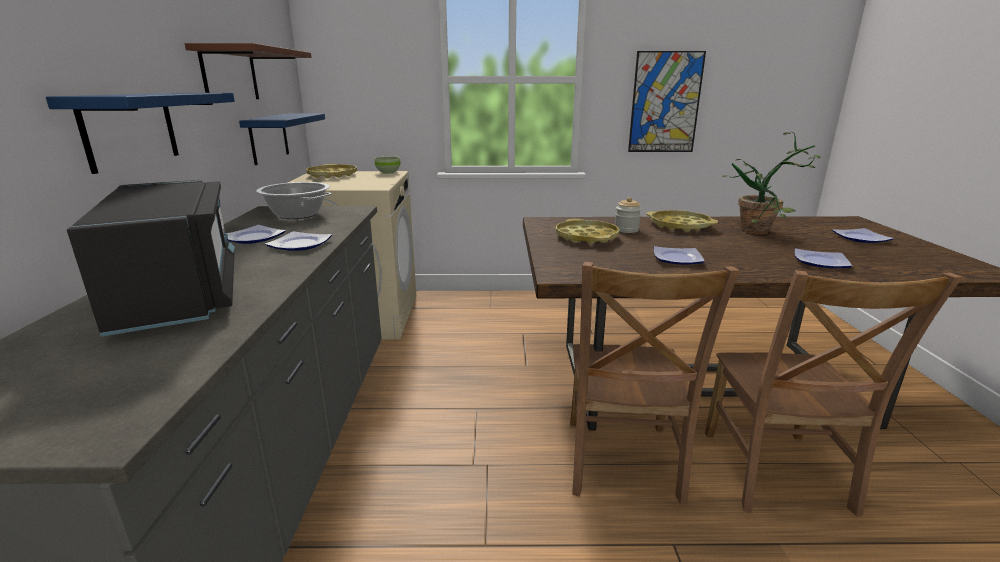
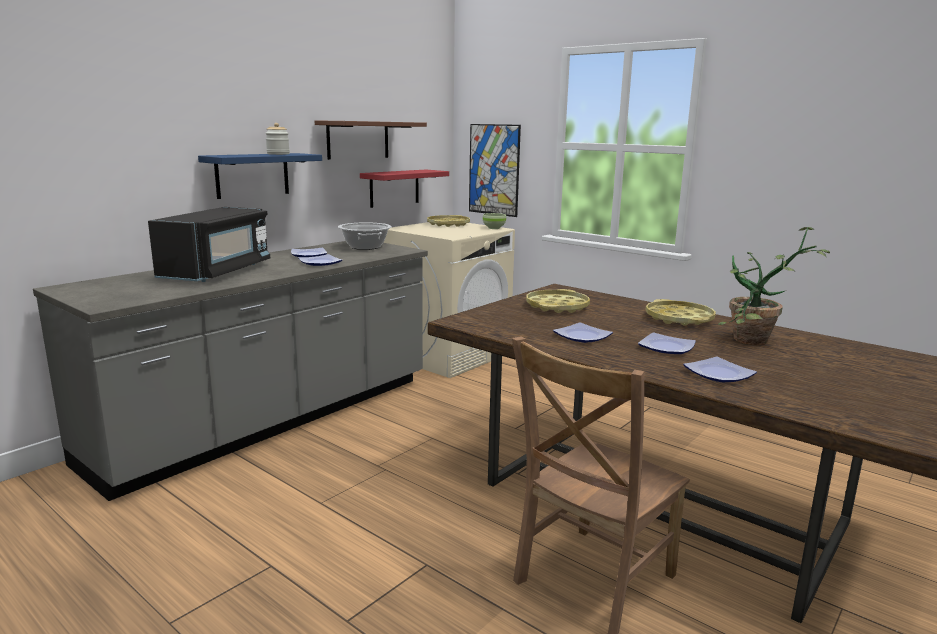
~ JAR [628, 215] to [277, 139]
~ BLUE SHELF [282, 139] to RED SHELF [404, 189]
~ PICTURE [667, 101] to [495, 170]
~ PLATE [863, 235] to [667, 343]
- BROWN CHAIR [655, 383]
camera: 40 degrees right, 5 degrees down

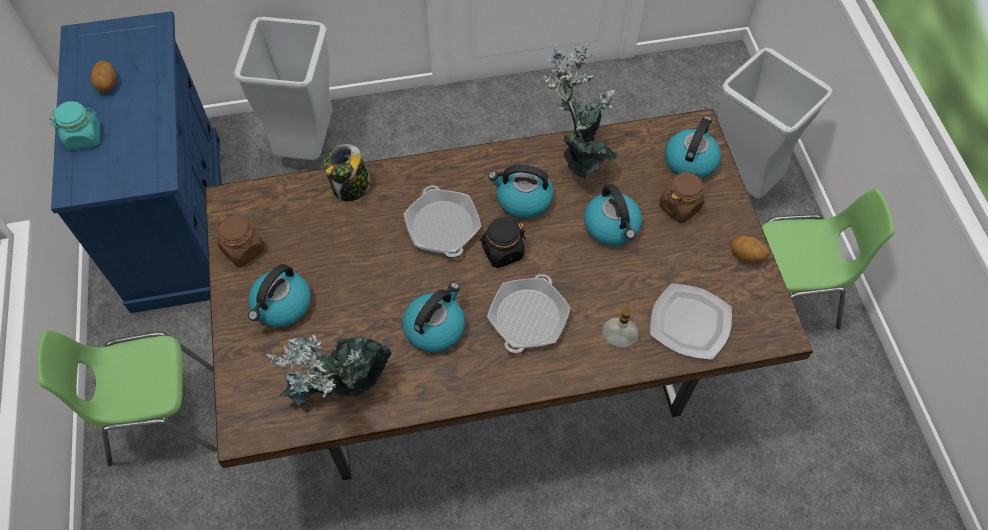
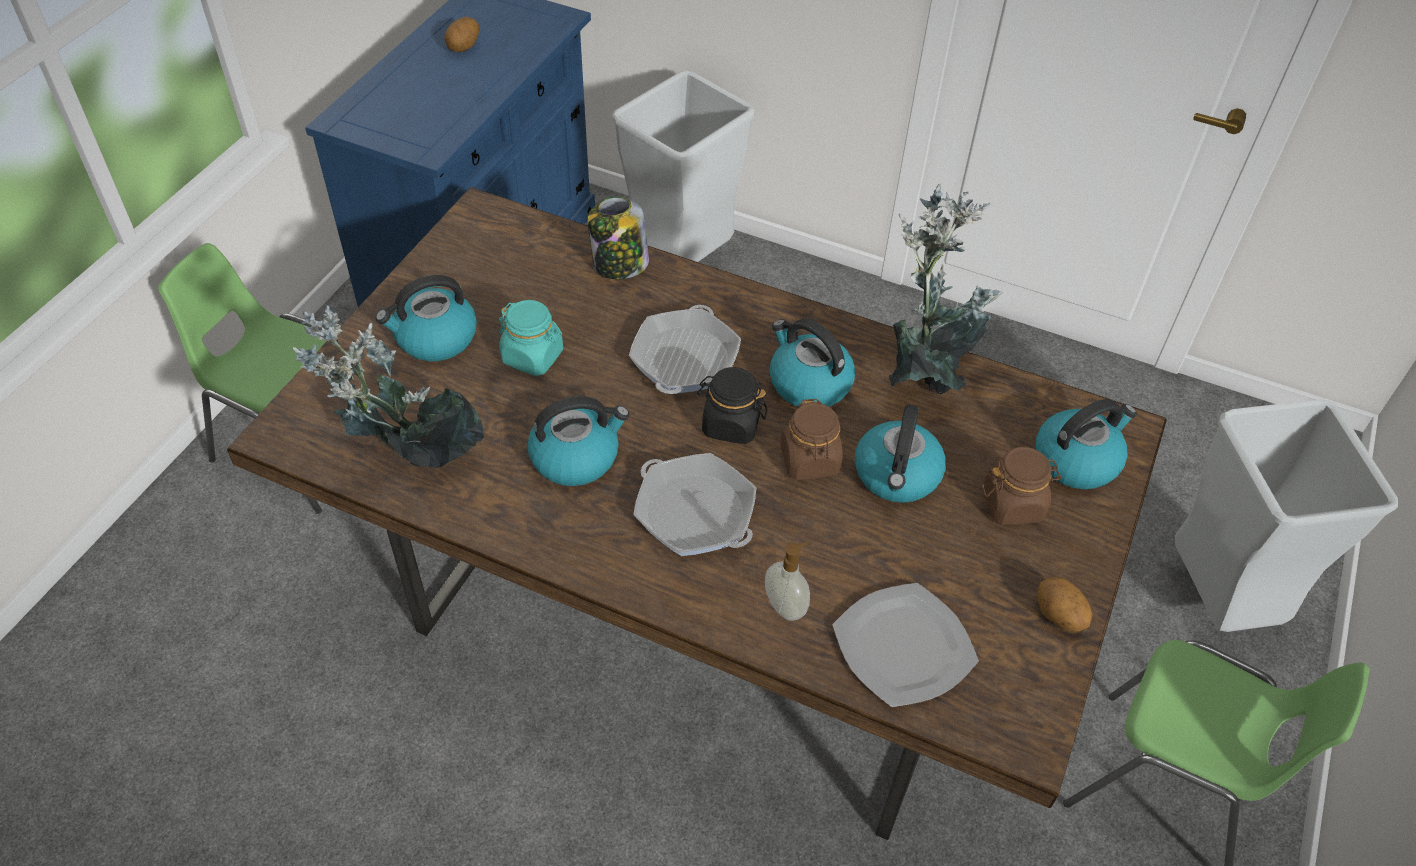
~ TURQUOISE JAR [74, 125] to [531, 338]
~ FRYING PAN [529, 313] = [694, 504] 105 degrees counterclockwise
~ BROWN JAR [241, 240] to [811, 439]
camera: 35 degrees right, 10 degrees down

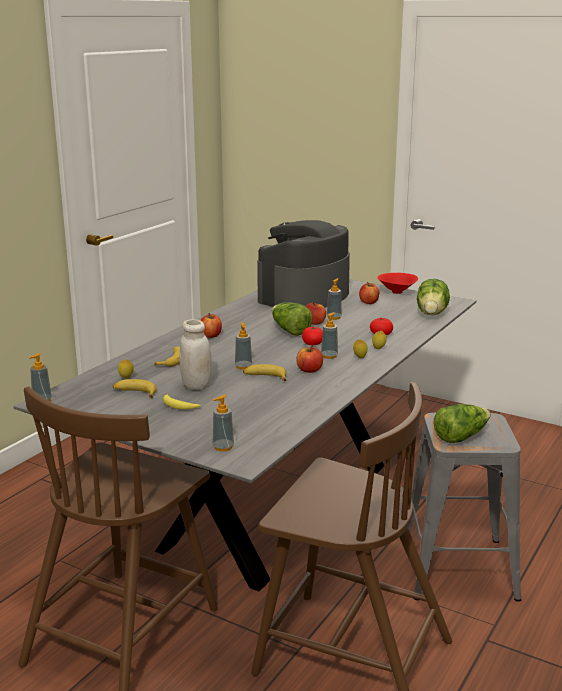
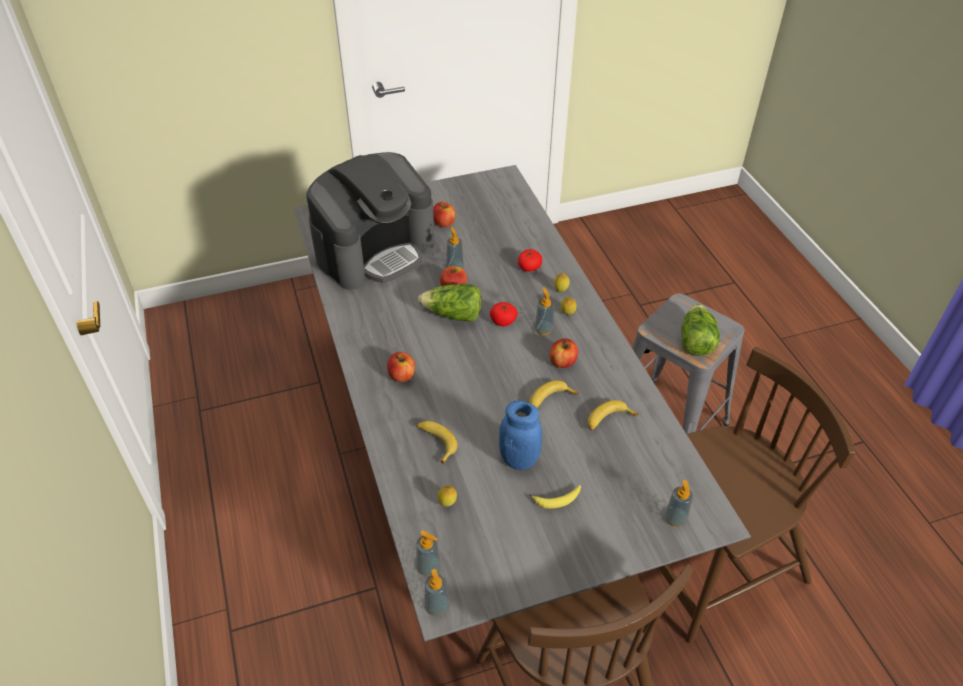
~ COFFEE MACHINE [303, 264] = [370, 221] 120 degrees counterclockwise
~ SOAP DISPENSER [243, 346] to [428, 553]
~ WHITE JAR [195, 354] to BLUE JAR [520, 435]
~ BANANA [135, 388] to [613, 415]
- RED BOWL [397, 283]
- LETTUCE [433, 297]
camera: 50 degrees left, 25 degrees up

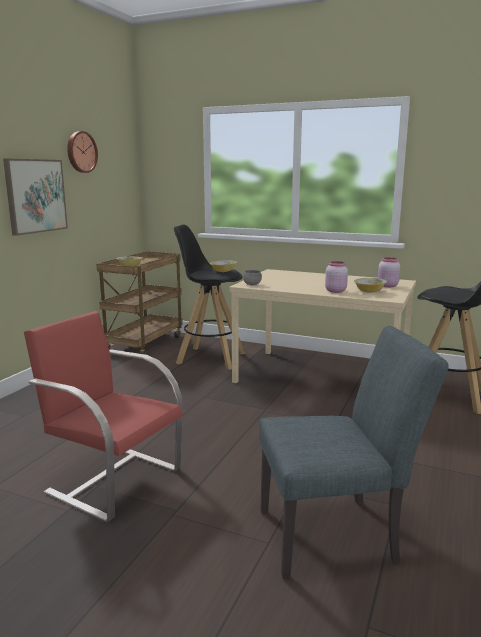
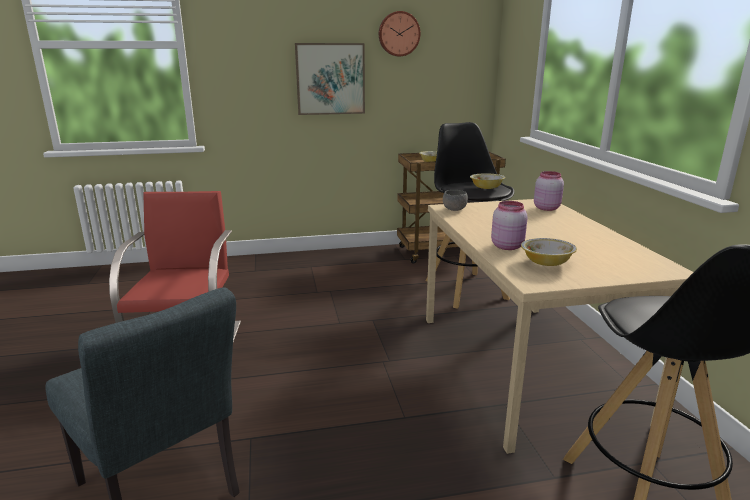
~ PINK JAR [389, 272] to [549, 191]
camera: 55 degrees right, 5 degrees up

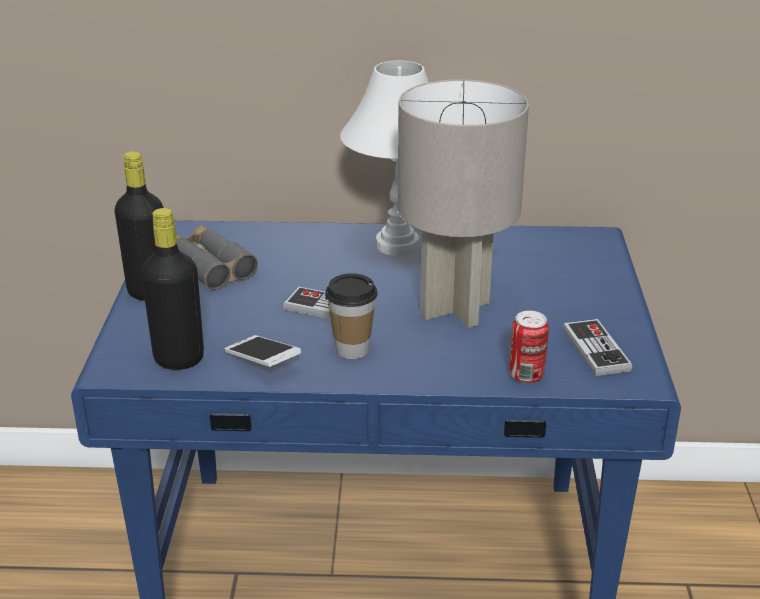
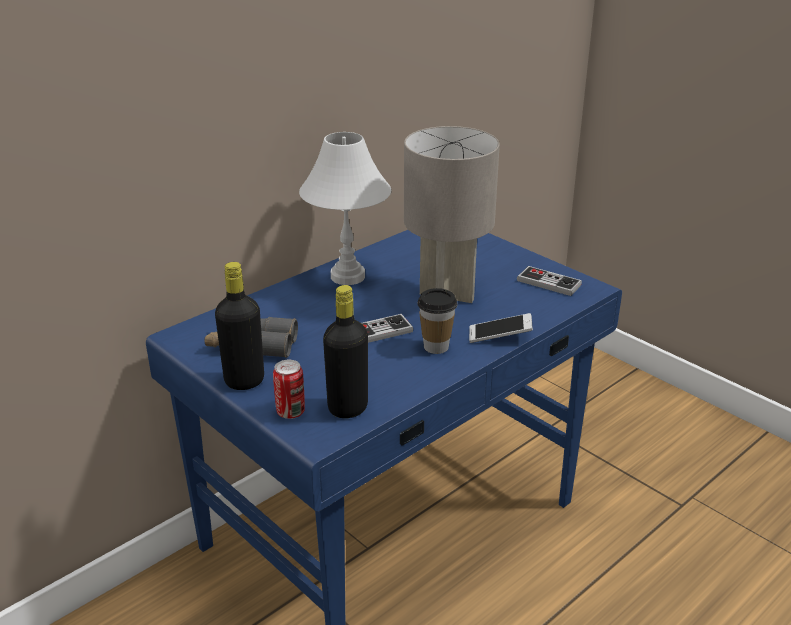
~ CAN [529, 347] to [289, 389]
~ PHONE [262, 351] to [501, 328]
camera: 45 degrees left, 0 degrees up

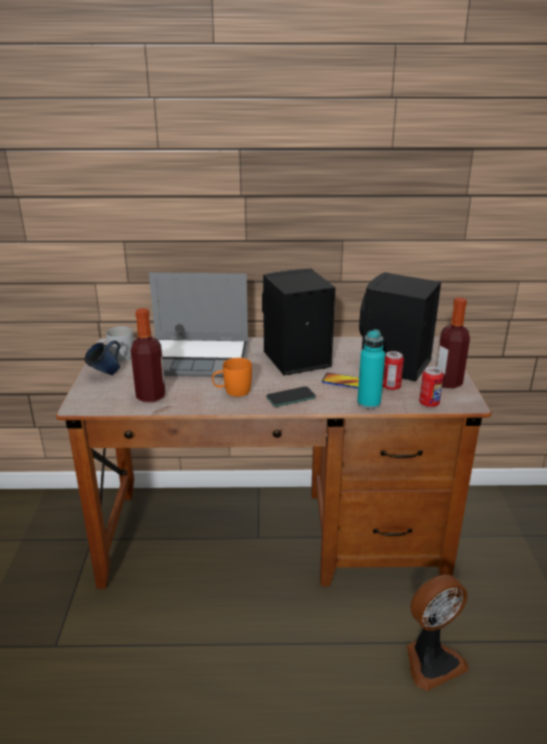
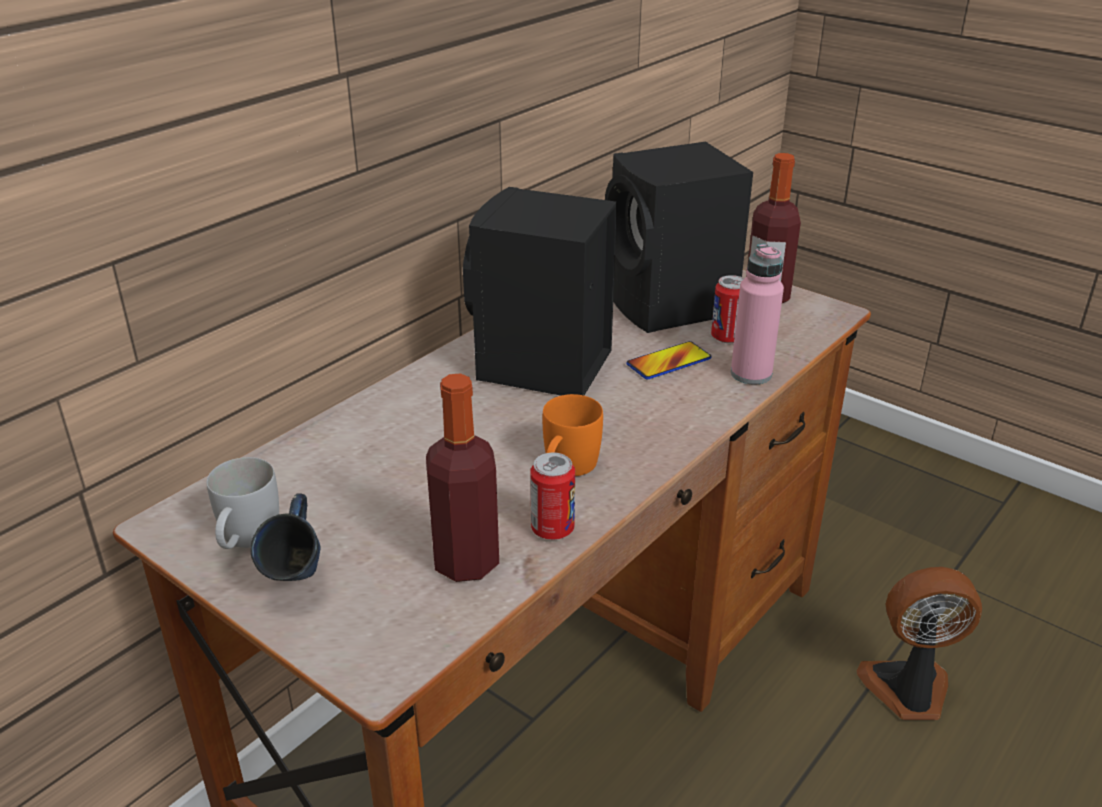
~ CAN [431, 387] to [552, 496]
~ TURQUOISE BOTTLE [371, 369] to PINK BOTTLE [757, 314]
~ FAN [438, 632] = [919, 643] 105 degrees counterclockwise
- LAPTOP [198, 324]
- PHONE [291, 396]
camera: 50 degrees left, 5 degrees up

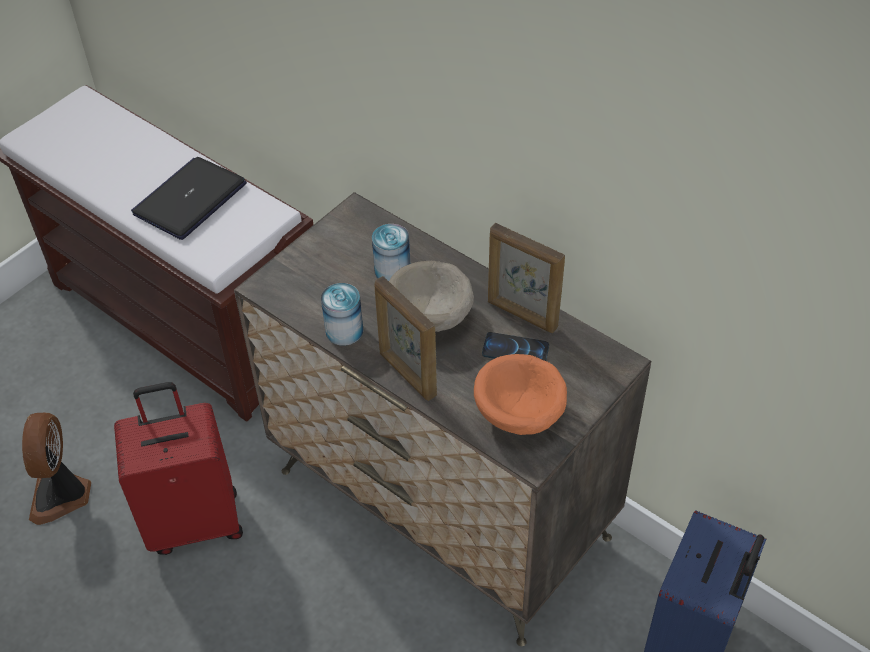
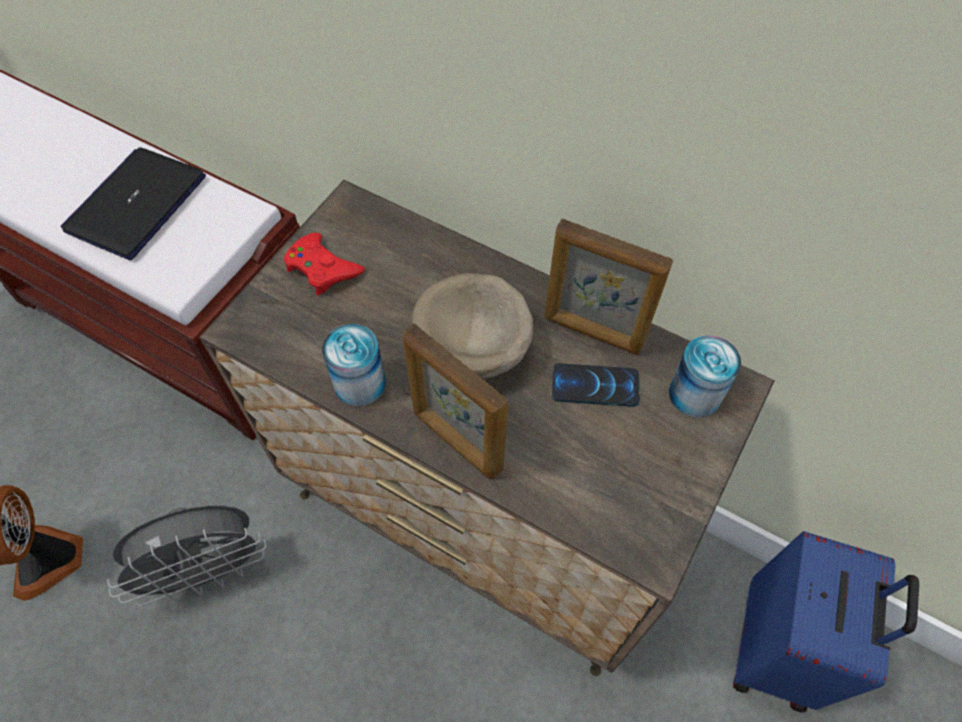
~ RED SUITCASE [178, 468] to GREY FAN [186, 556]
+ RED GAME CONTROLLER [324, 264]
~ CAN [391, 252] to [705, 376]
- ORANGE BOWL [520, 394]
camera: 10 degrees left, 10 degrees up

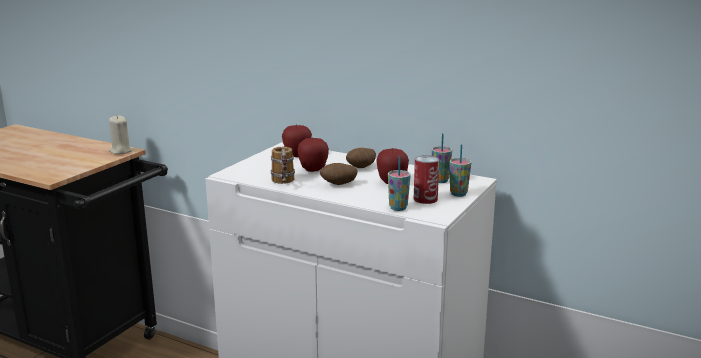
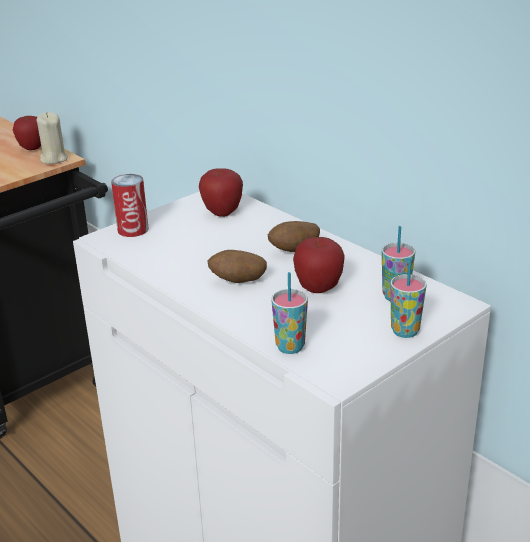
~ APPLE [313, 154] to [27, 133]
~ CAN [426, 179] to [130, 205]
- MUG [283, 165]
camera: 20 degrees right, 10 degrees up

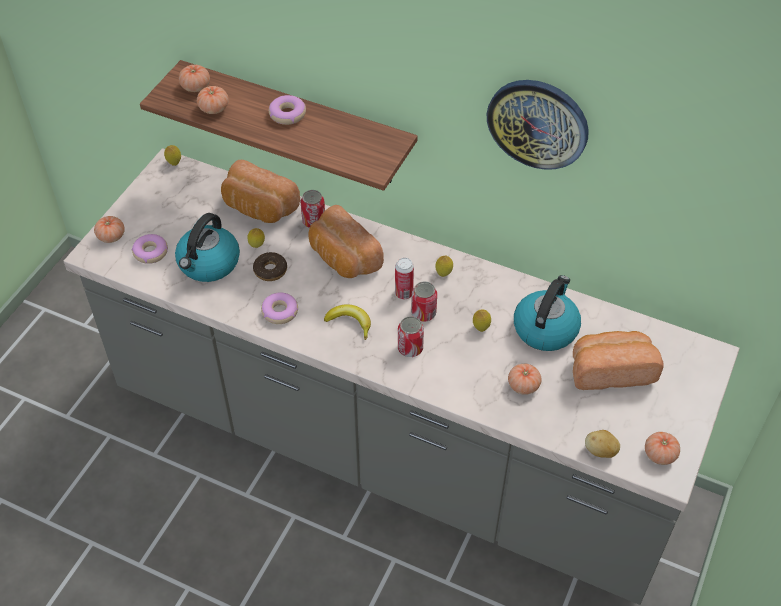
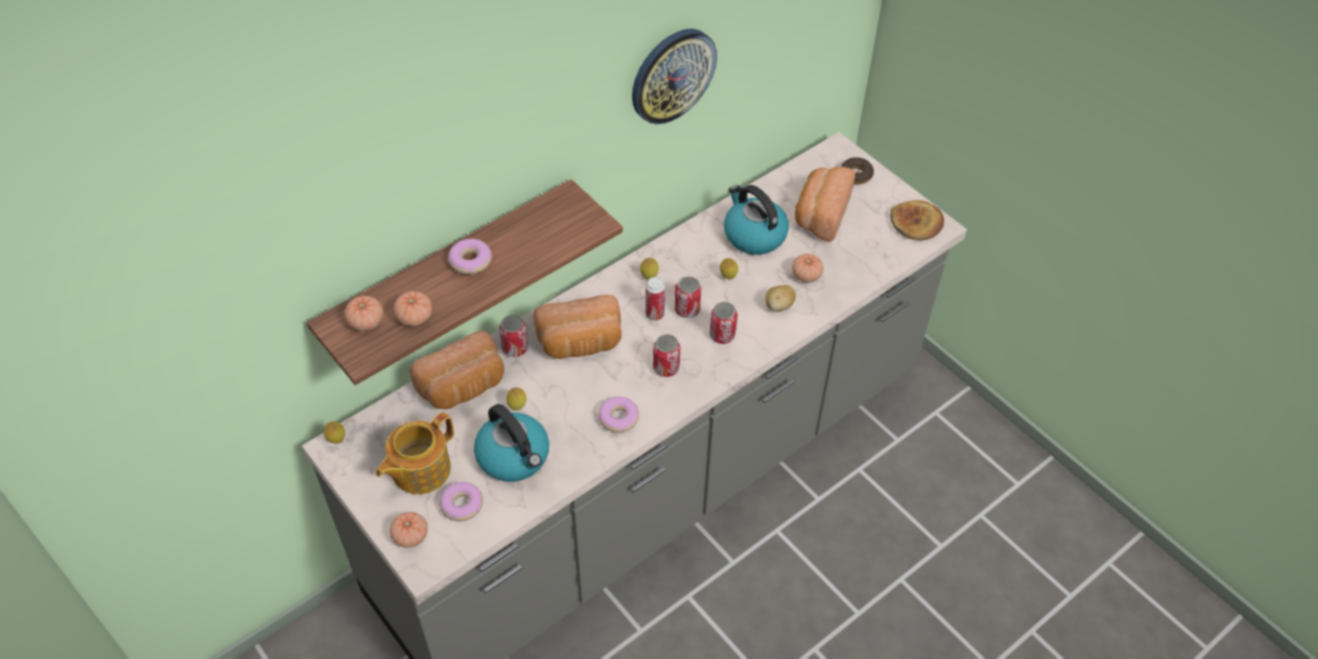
+ TEAPOT [415, 453]
~ BANANA [347, 322] to CAN [666, 355]
~ POTATO [602, 444] to [780, 298]
~ DONUT [270, 266] to [857, 170]
~ TOMATO [662, 448] to BREAD [917, 220]
camera: 65 degrees left, 0 degrees up

